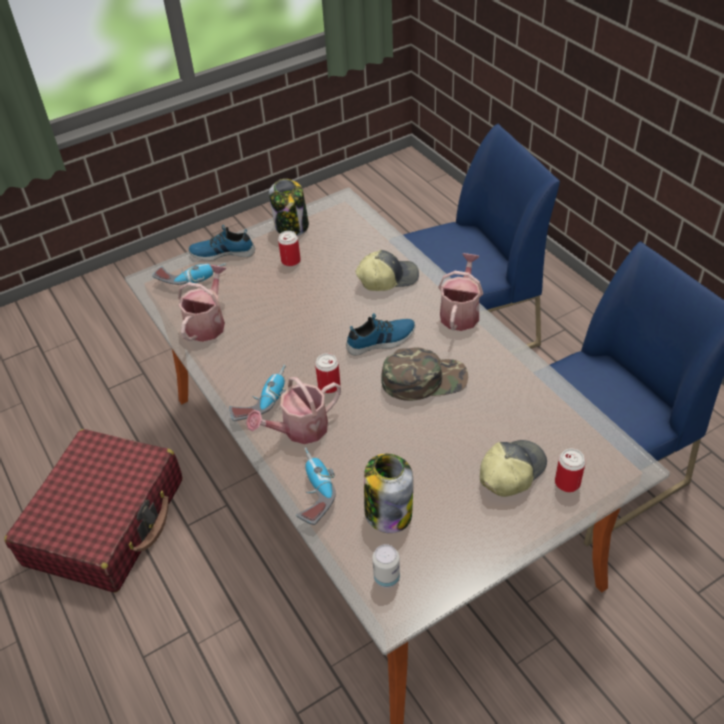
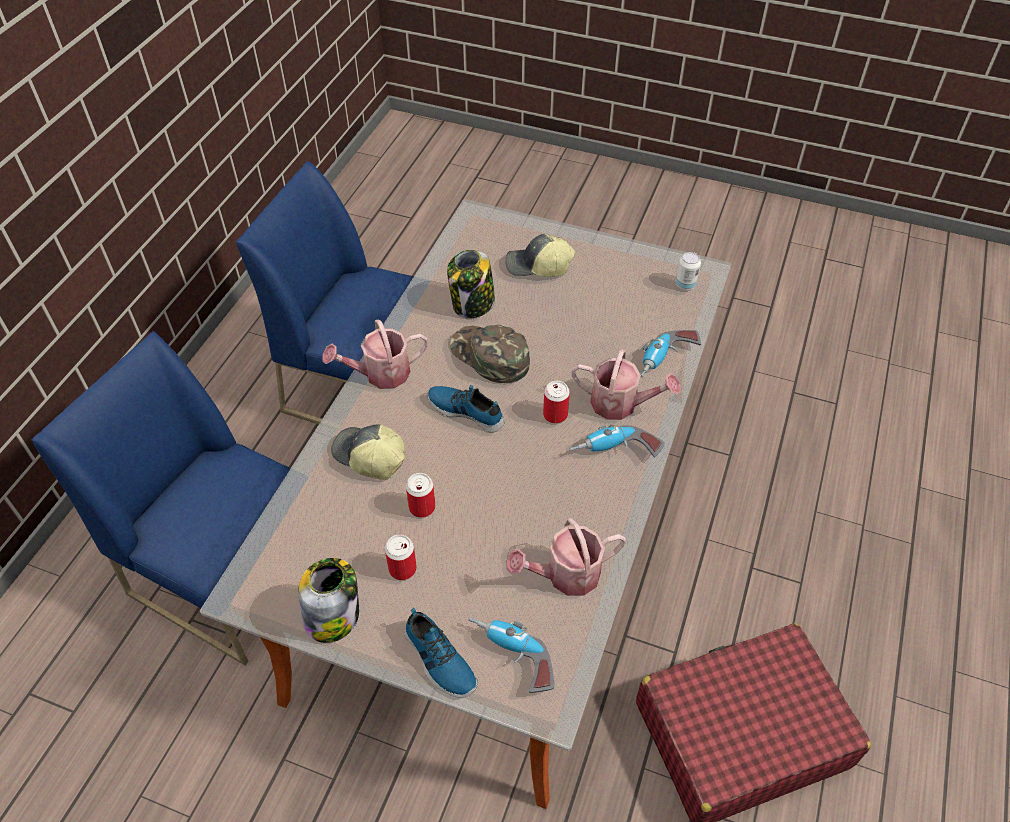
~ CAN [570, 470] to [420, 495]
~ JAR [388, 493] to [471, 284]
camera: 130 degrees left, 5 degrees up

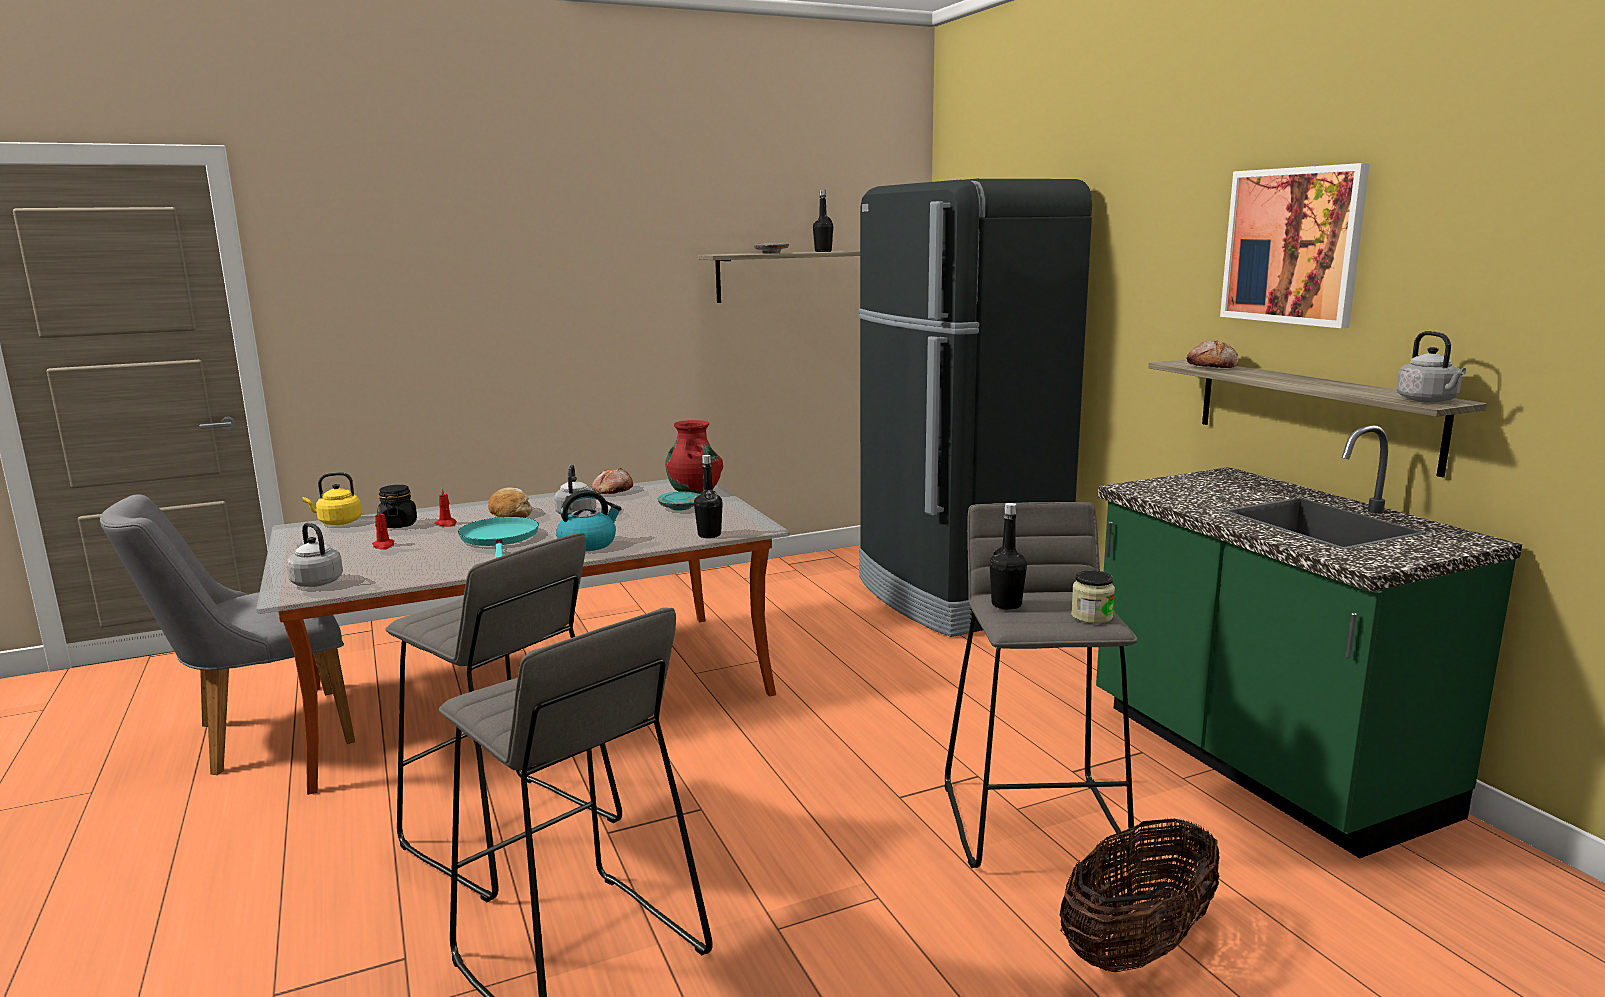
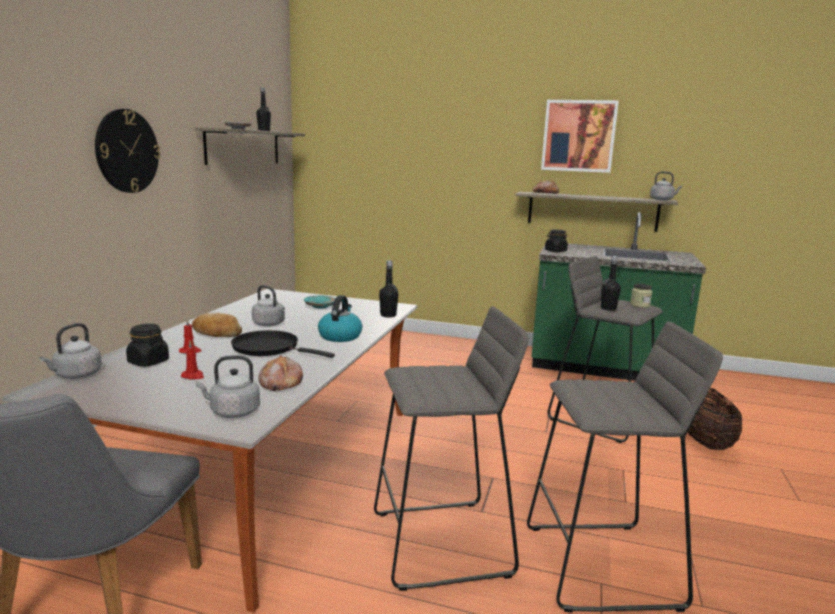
~ YELLOW KETTLE [332, 498] to GREY KETTLE [70, 351]
+ WALL CLOCK [128, 151]
~ TURQUOISE FRYING PAN [498, 537] to BLACK FRYING PAN [283, 344]
~ BREAD [612, 481] to [280, 373]
+ BLACK JAR [556, 240]
- RED VASE [694, 457]
- BLACK FRIDGE [975, 408]
camera: 50 degrees left, 0 degrees up

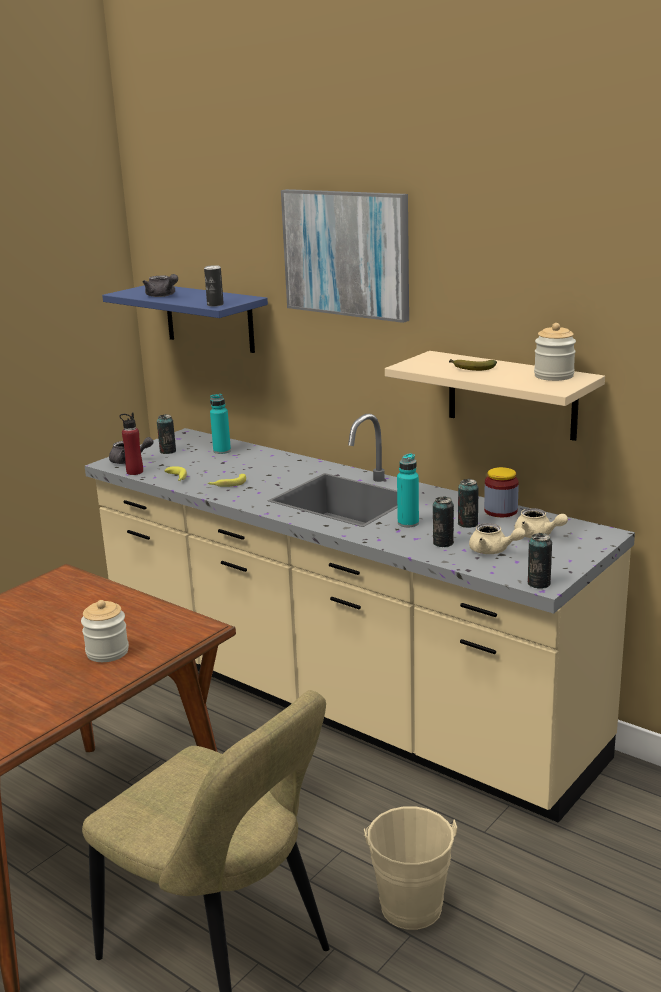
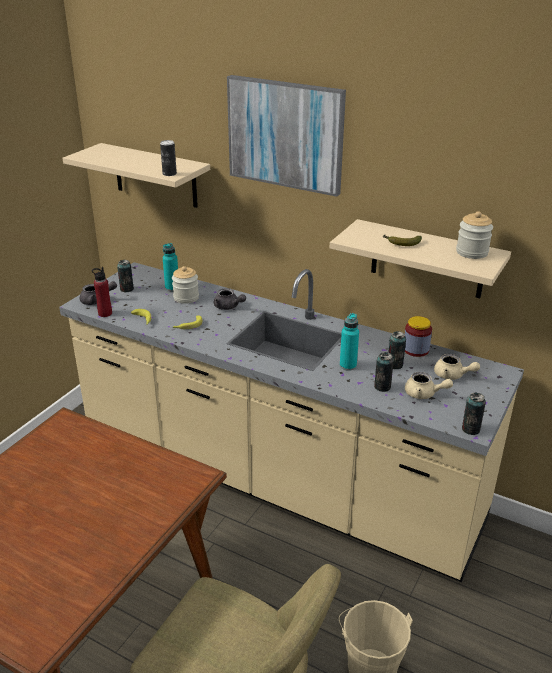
~ BLUE SHELF [185, 319] to BEIGE SHELF [136, 175]
~ JAR [105, 631] to [185, 285]
~ GREY TEAPOT [160, 285] to [230, 299]
camera: 10 degrees left, 10 degrees up

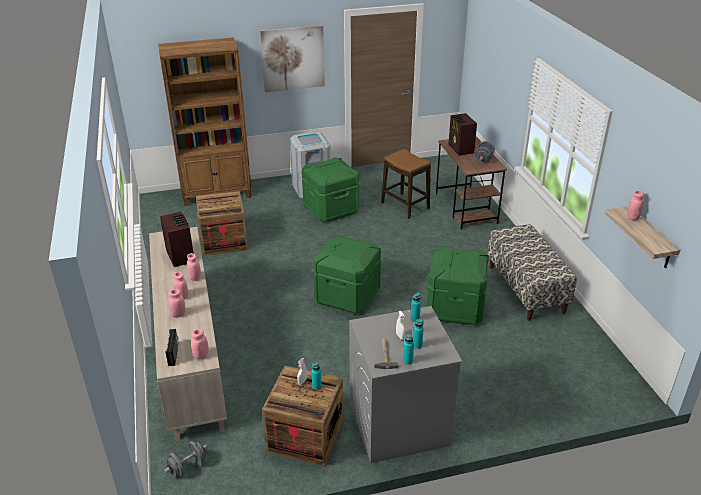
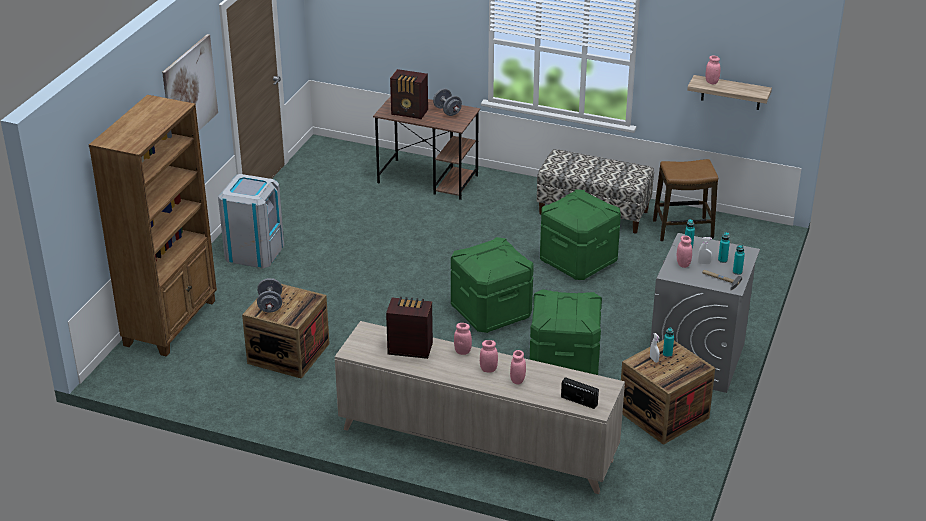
~ GREY DUMBBELL [186, 459] to [269, 295]
~ GREEN STORAGE BOX [330, 189] to [566, 332]
~ STOOL [406, 184] to [685, 200]
~ PINK JAR [200, 344] to [684, 251]
camera: 55 degrees left, 0 degrees up

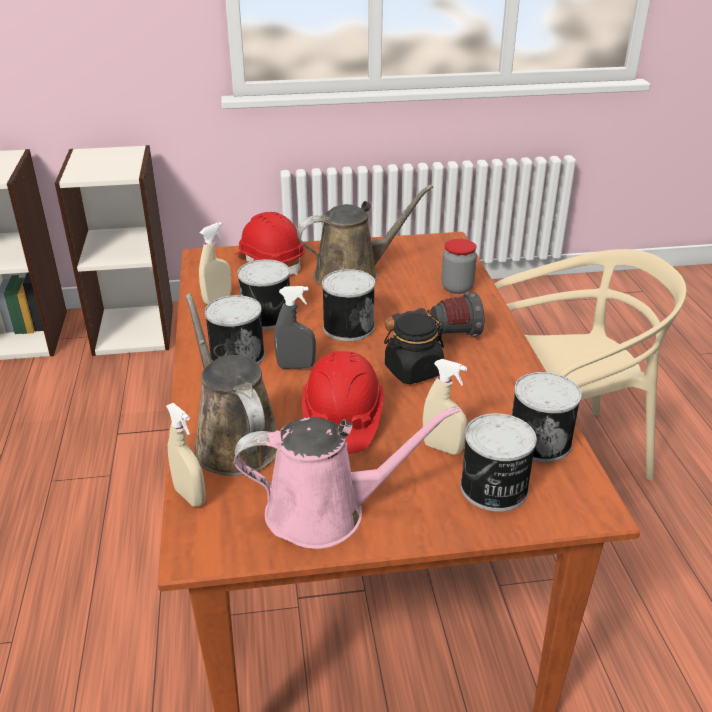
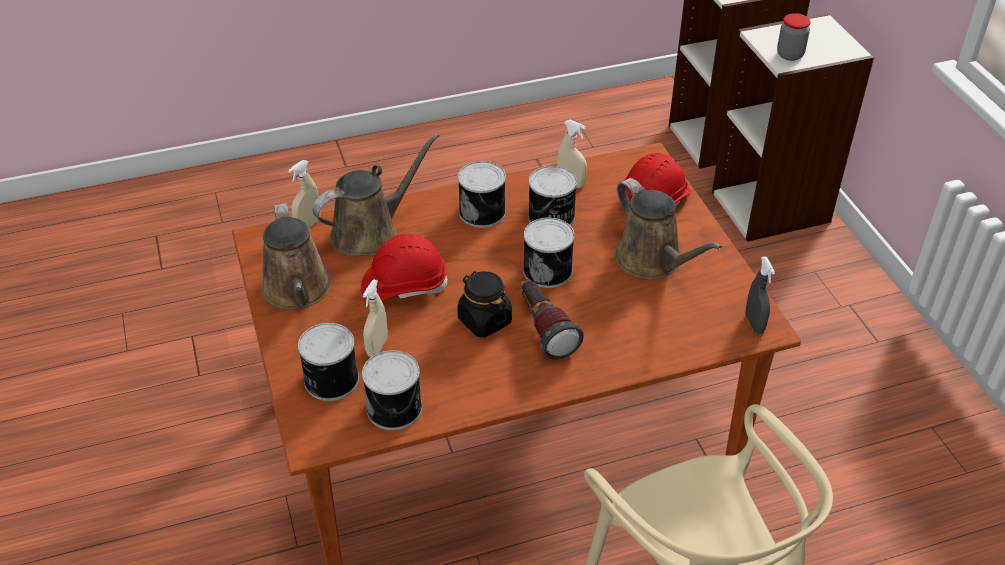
~ PINK WATERING CAN [347, 477] to BROWN WATERING CAN [296, 256]
~ GREY SPRAY BOTTLE [295, 327] to [760, 295]
~ JAR [459, 266] to [794, 37]
camera: 80 degrees right, 10 degrees up

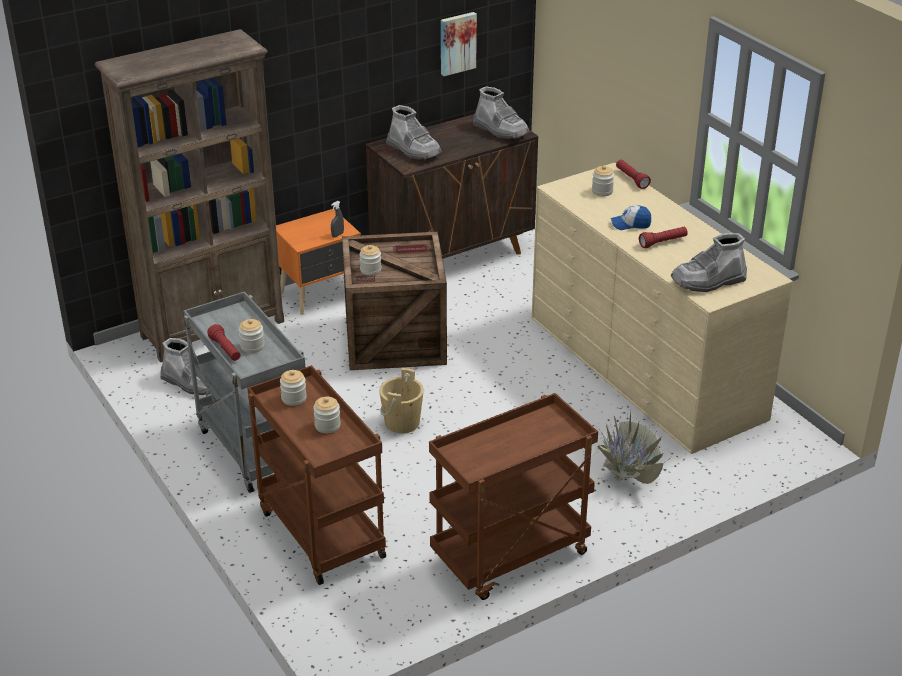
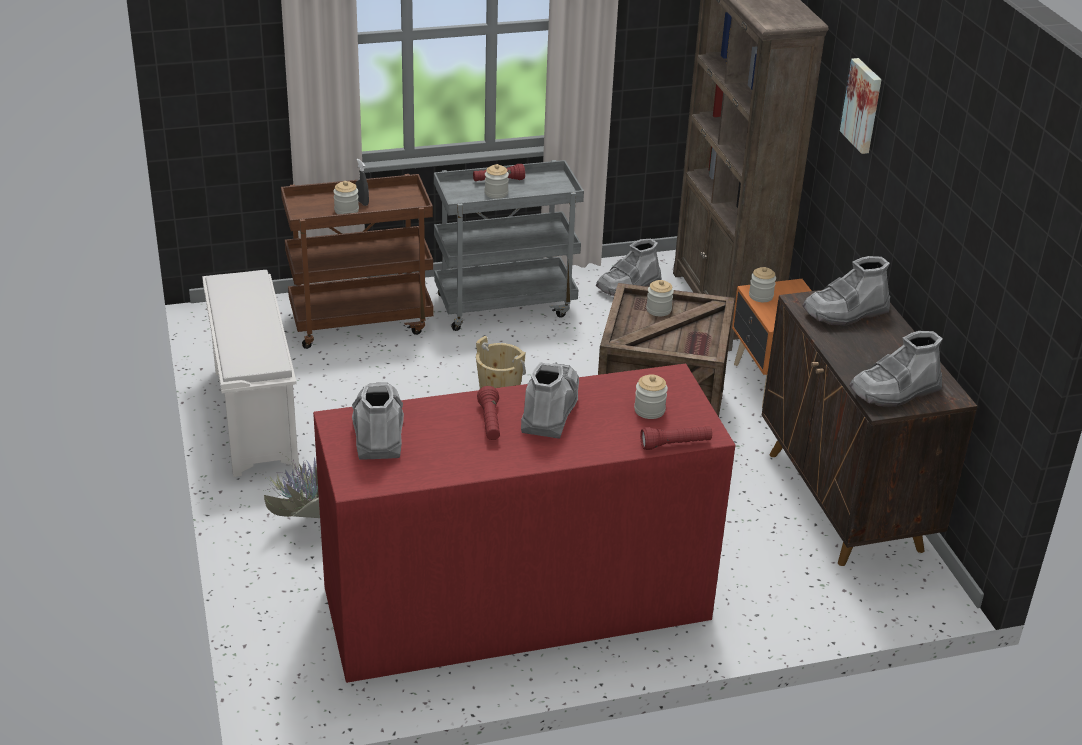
~ BROWN CART [513, 496] to WHITE SHOE RACK [250, 373]
~ BEIGE DRESSER [662, 308] to RED DRESSER [524, 523]
~ GREY SPRAY BOTTLE [337, 219] to [362, 182]
~ CAP [631, 217] to GREY BOOT [550, 400]
~ JAR [293, 388] to [762, 284]
~ PICTURE [459, 44] to [860, 106]
camera: 105 degrees right, 0 degrees up

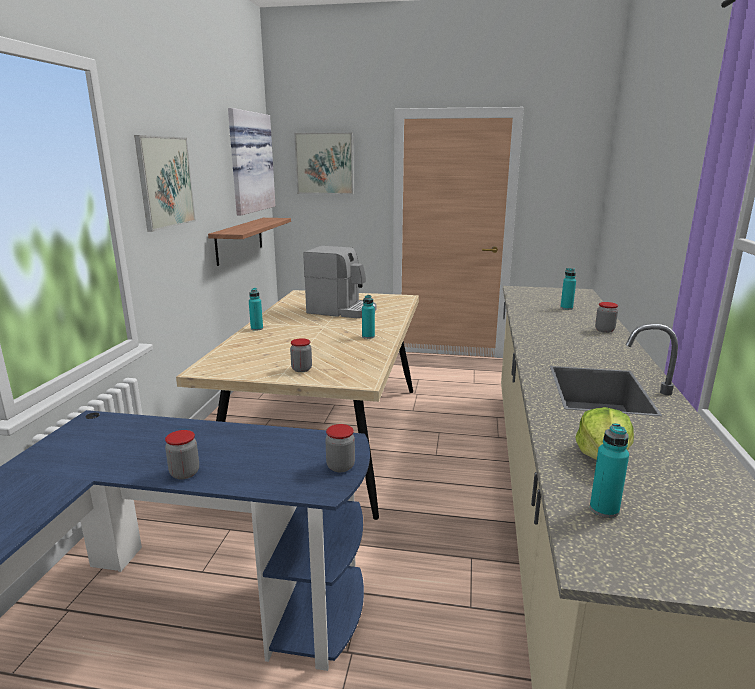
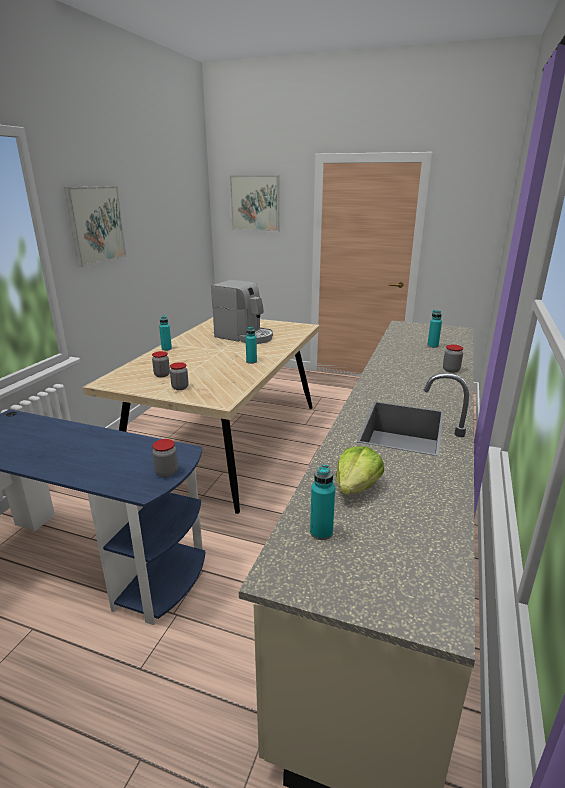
~ JAR [182, 454] to [161, 364]
- SHELF [249, 242]
- PICTURE [252, 161]
camera: 10 degrees right, 5 degrees up

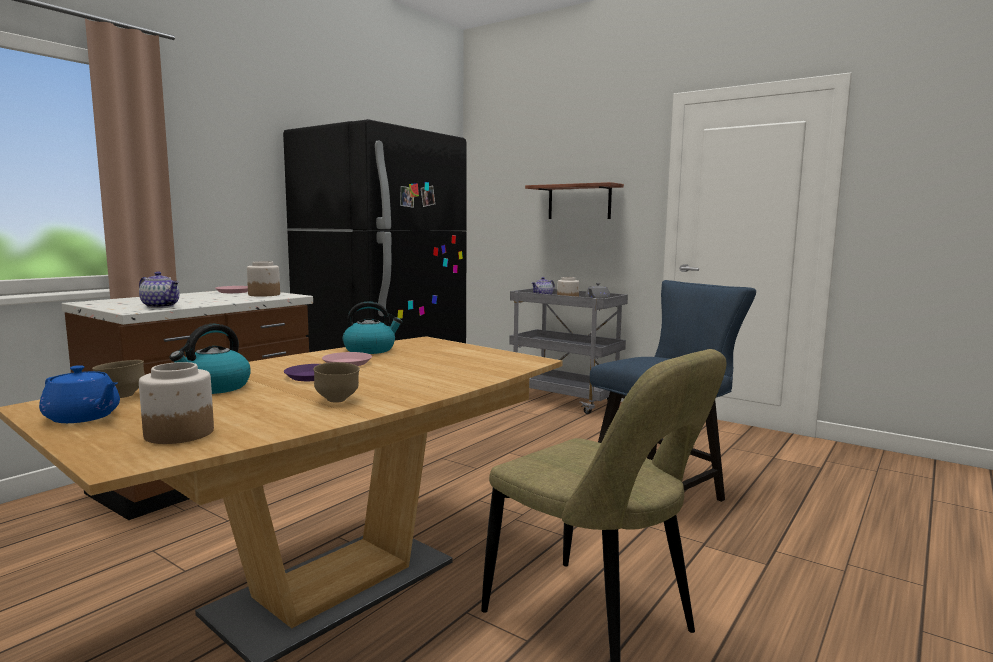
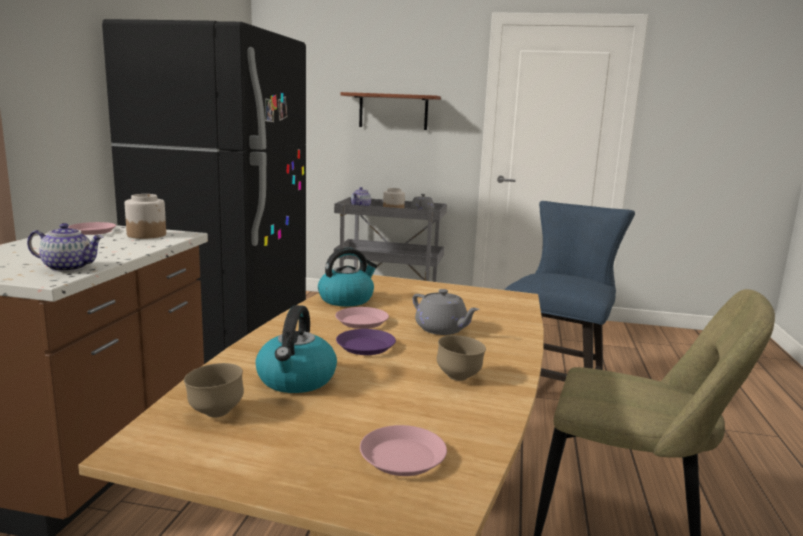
~ JAR [176, 403] to PINK PLATE [403, 450]
+ GREY TEAPOT [445, 312]
- BLUE TEAPOT [79, 394]
camera: 25 degrees left, 5 degrees up

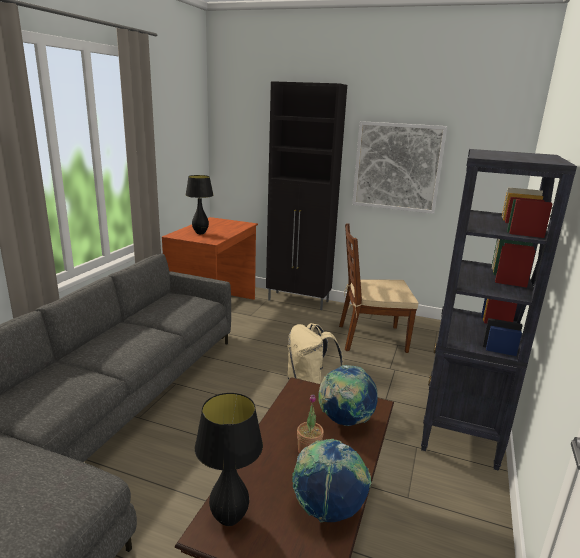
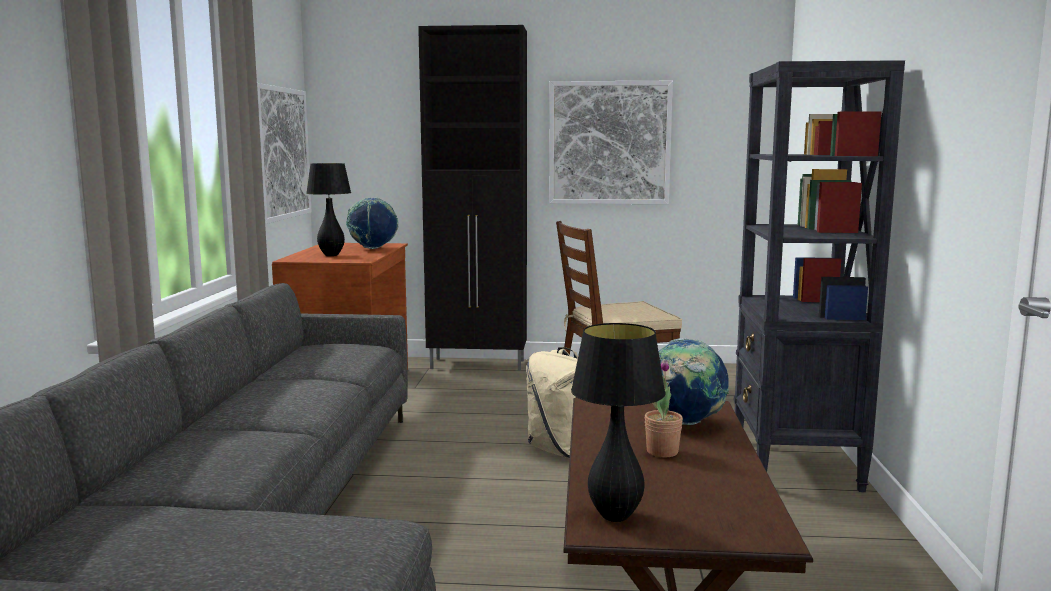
+ PICTURE [284, 153]
~ GLOBE [332, 480] to [372, 223]
camera: 15 degrees left, 10 degrees down

